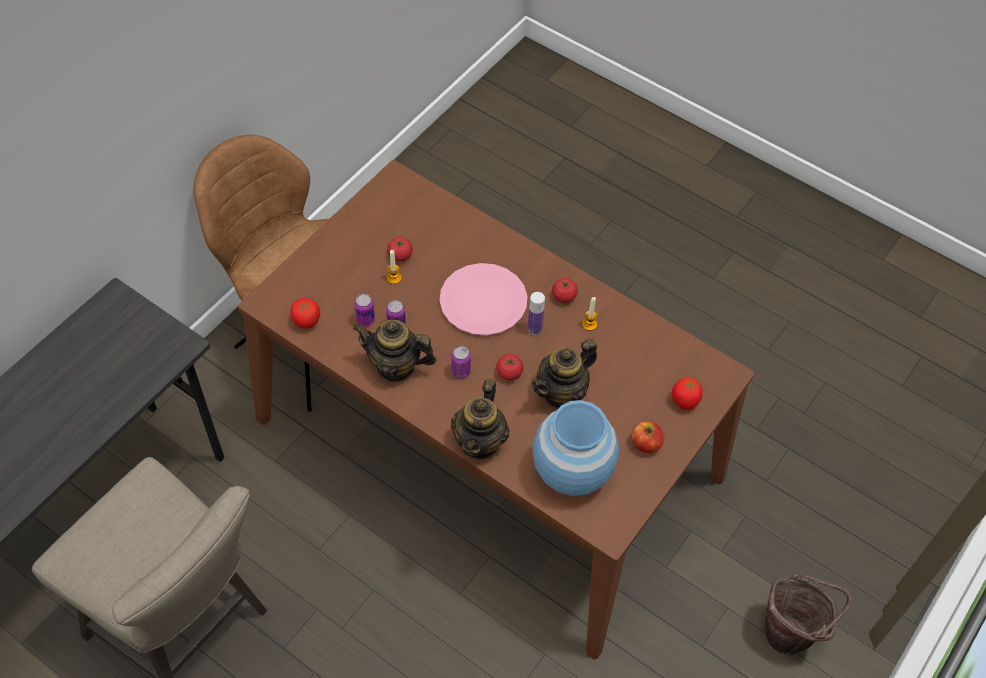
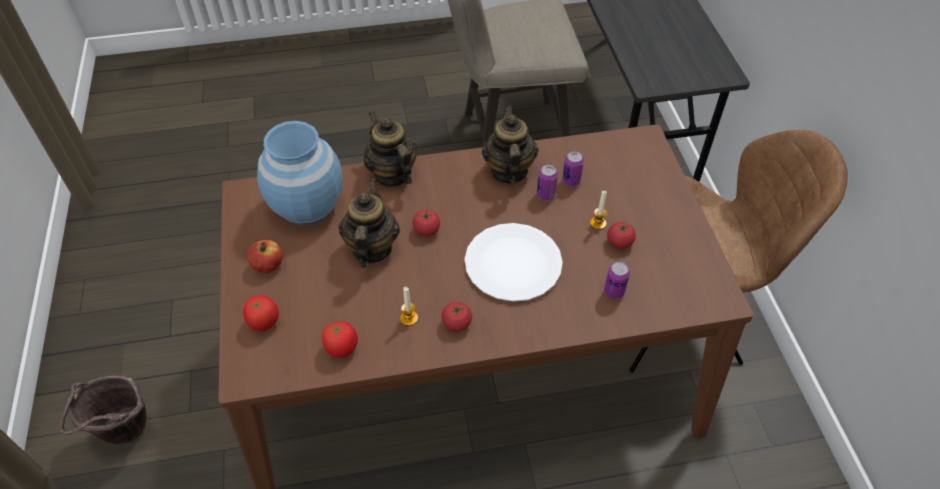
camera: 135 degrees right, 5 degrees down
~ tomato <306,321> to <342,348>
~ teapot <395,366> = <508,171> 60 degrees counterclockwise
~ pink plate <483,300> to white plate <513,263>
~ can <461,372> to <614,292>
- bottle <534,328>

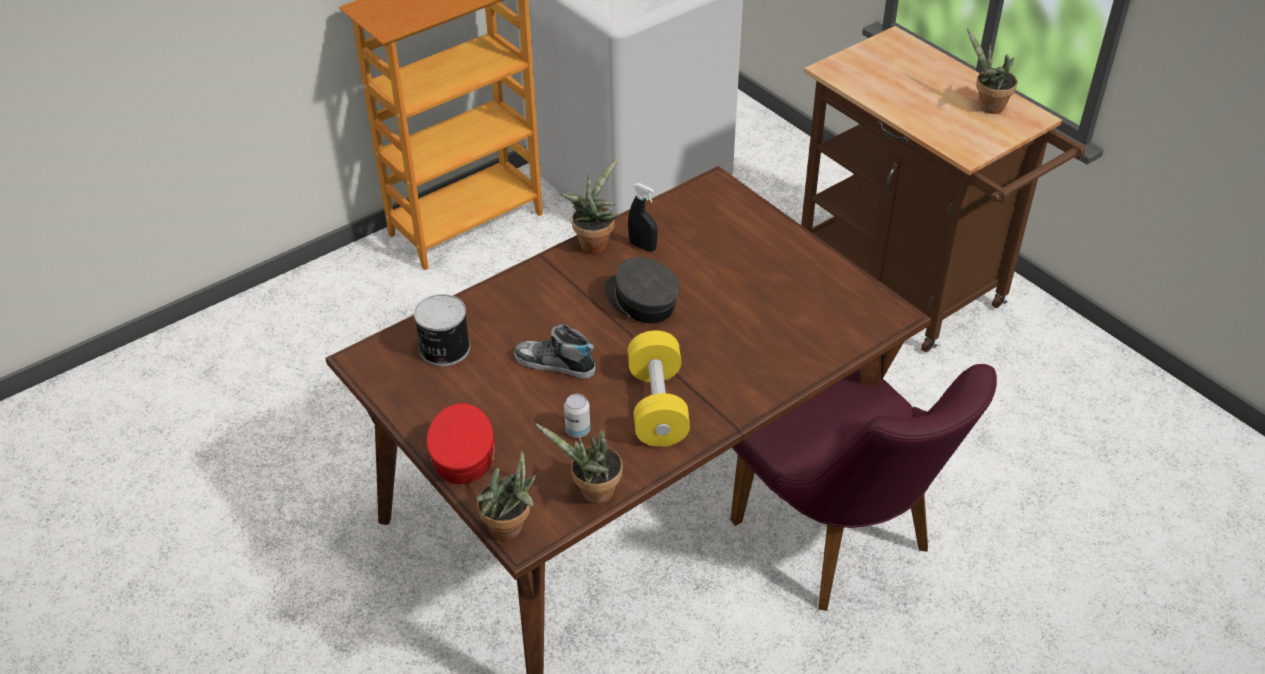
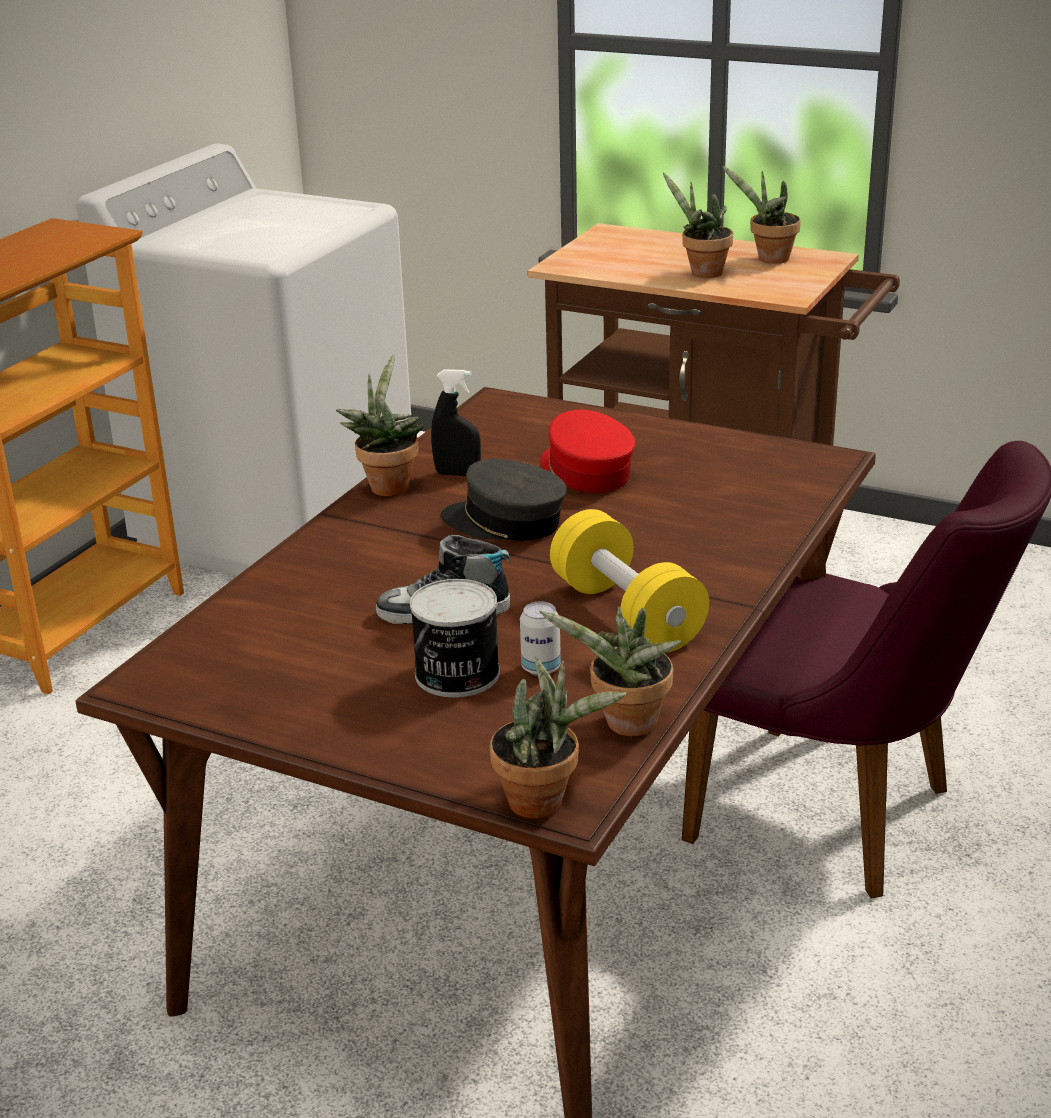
camera: 25 degrees left, 15 degrees down
~ can <443,349> to <456,675>
~ red cap <463,452> to <585,472>
+ potted plant <701,273>

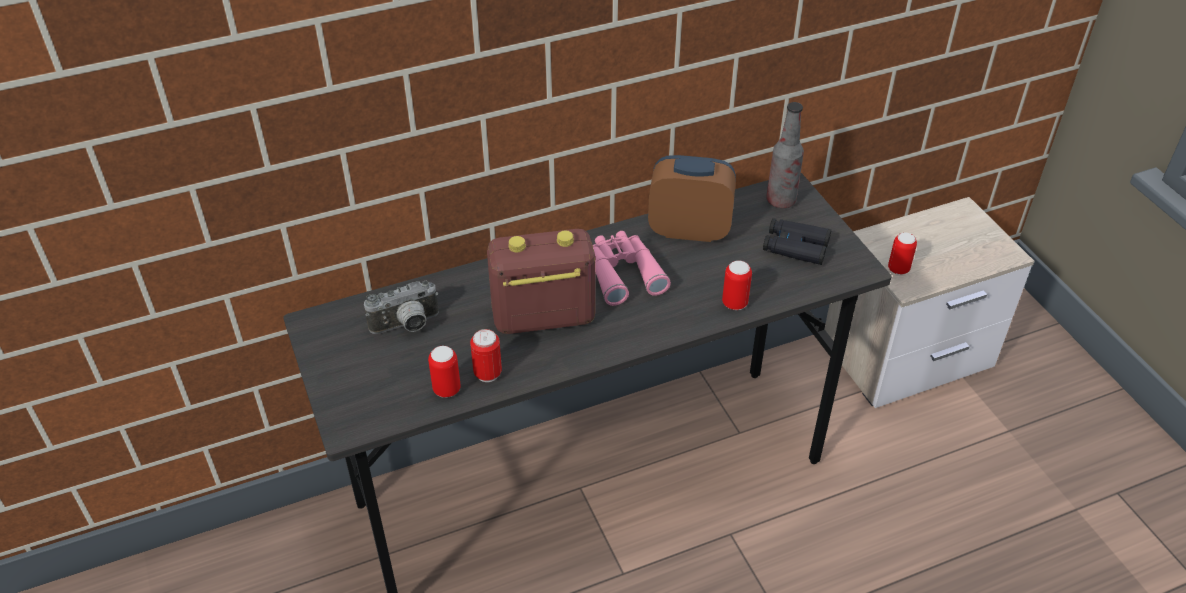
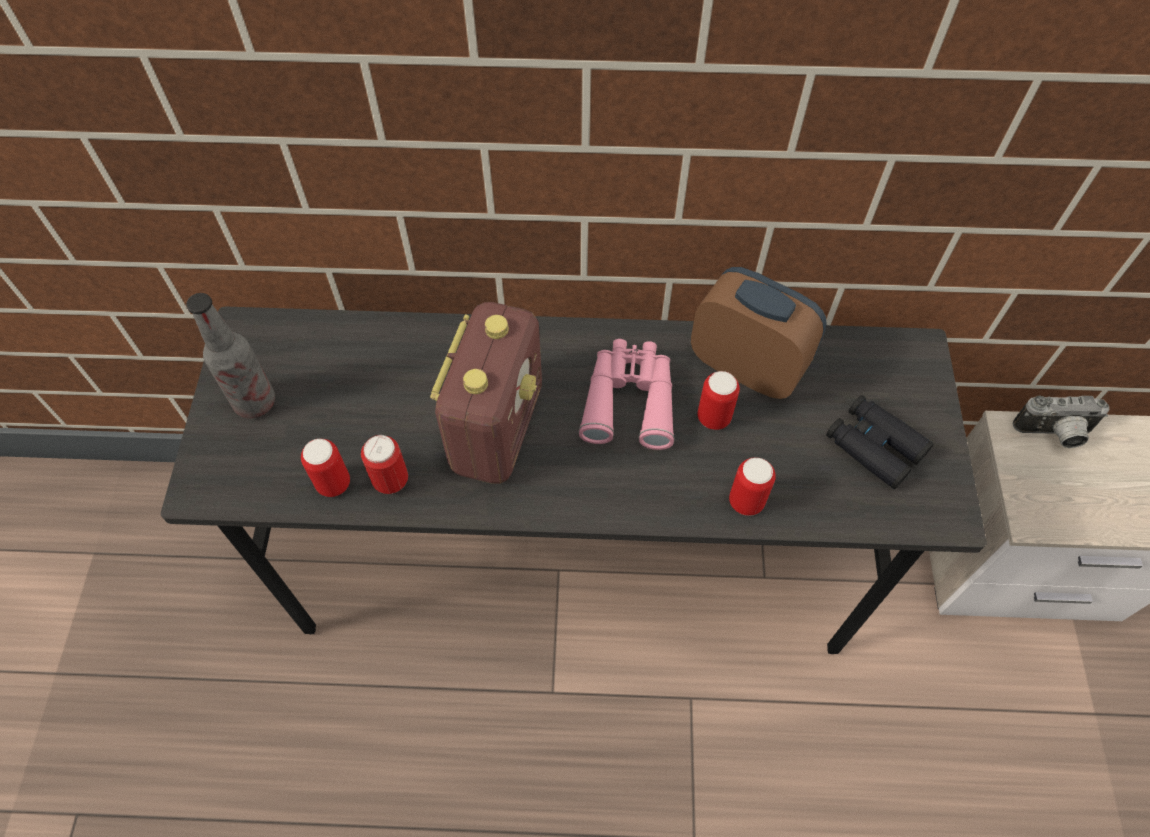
camera: 25 degrees right, 15 degrees up
~ photo camera <407,326> to <1054,434>
~ radio <542,318> = <497,427> 90 degrees clockwise
~ bottle <780,201> to <255,402>
~ can <898,269> to <713,417>

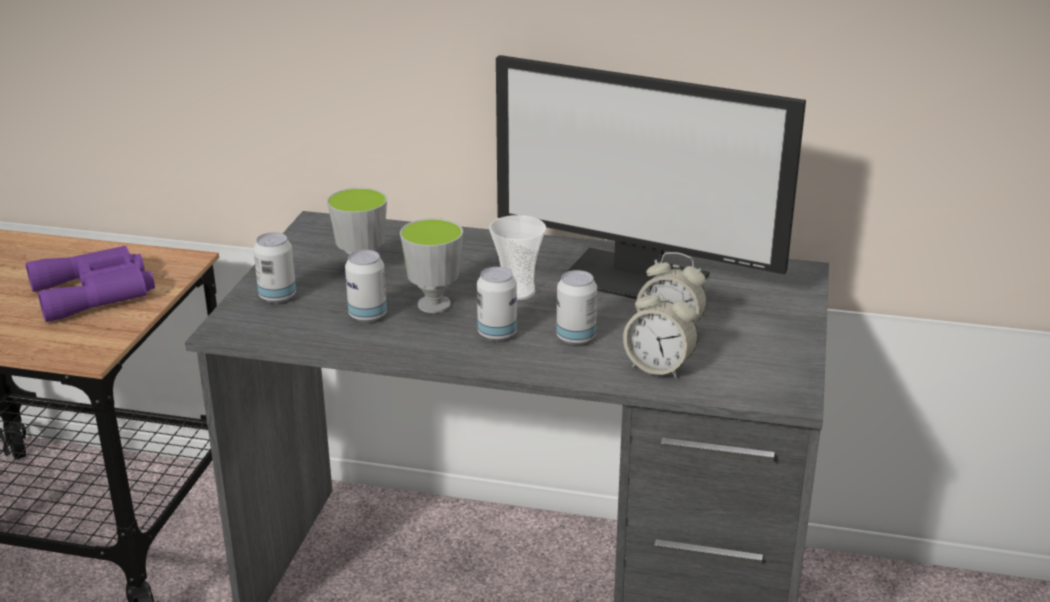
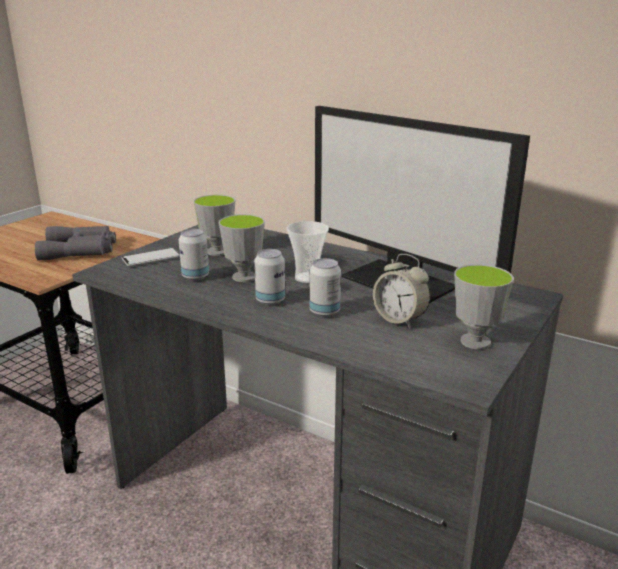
camera: 20 degrees right, 5 degrees down
~ purple binoculars <97,292> to grey binoculars <81,250>
~ can <277,296> to phone <151,258>
- alarm clock <659,367>
+ cup <475,342>

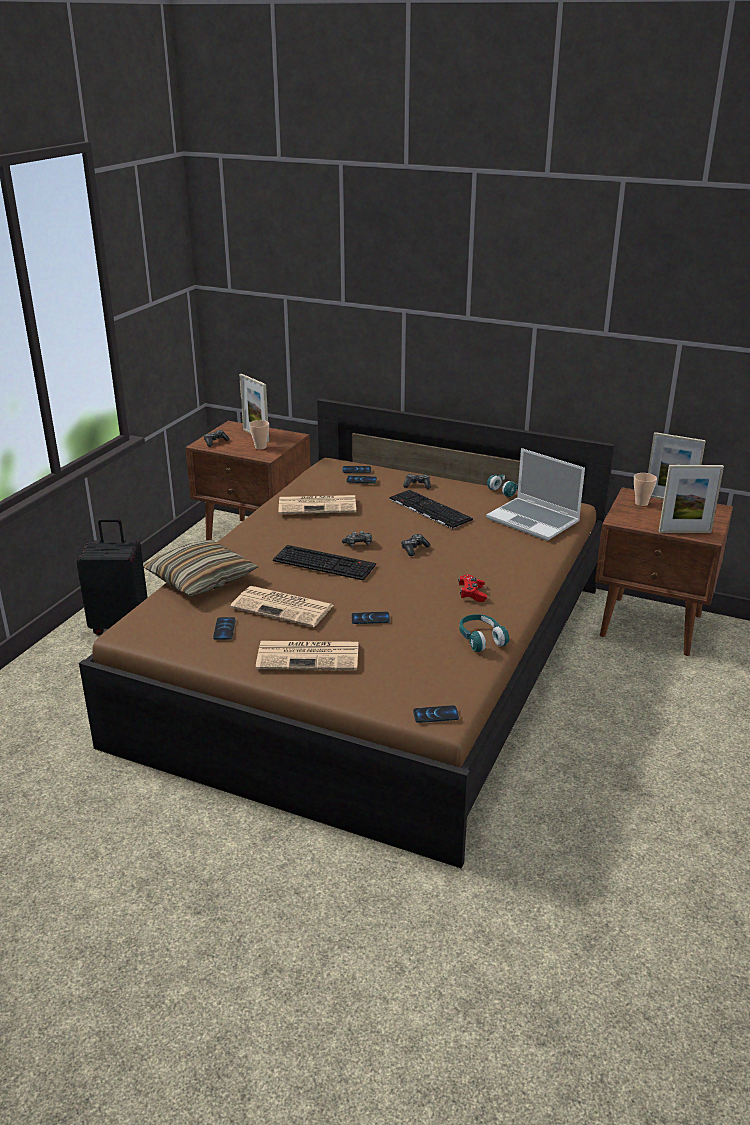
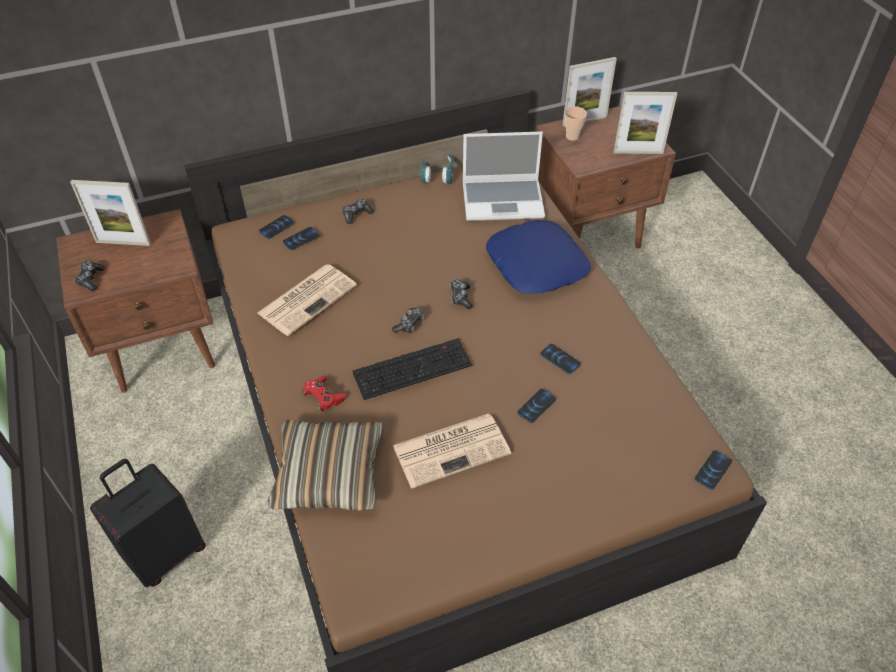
camera: 45 degrees left, 20 degrees up
~ phone <224,629> to <560,359>
- cup <260,447>
- newspaper <310,656>
- keyboard <428,509>
~ red game controller <472,594> to <323,398>
- turquoise headphones <481,639>
~ picture frame <685,532> = <638,152> 45 degrees clockwise
+ blue pillow <537,264>

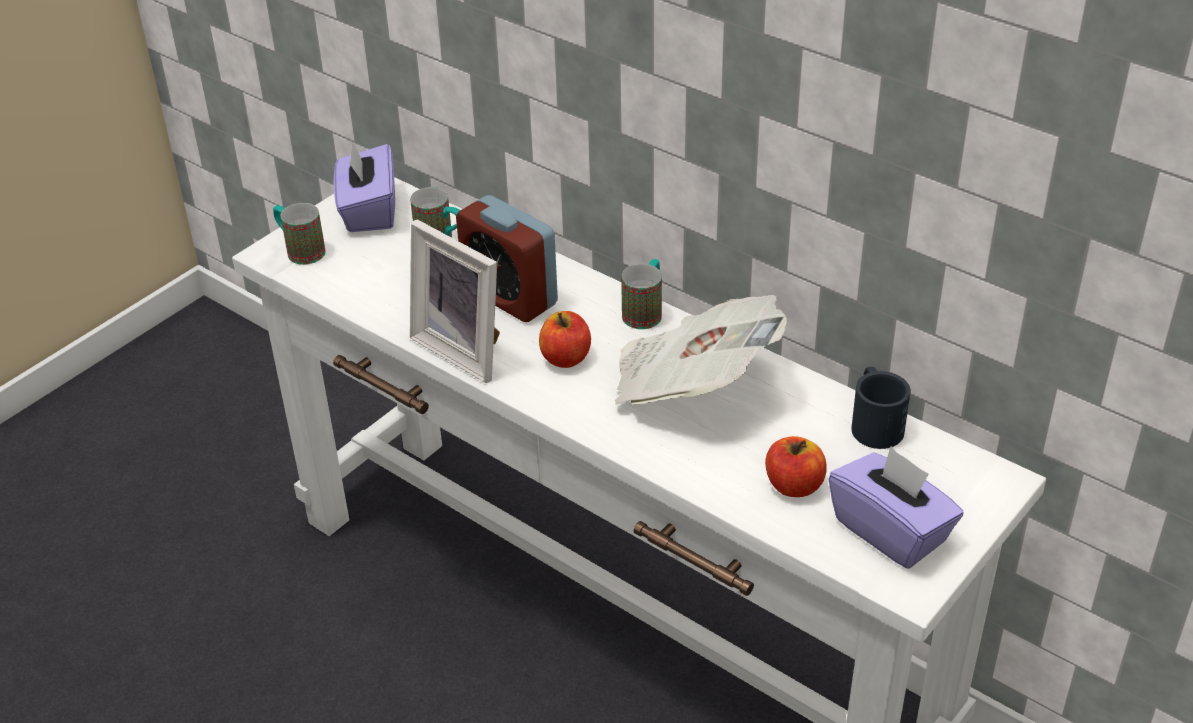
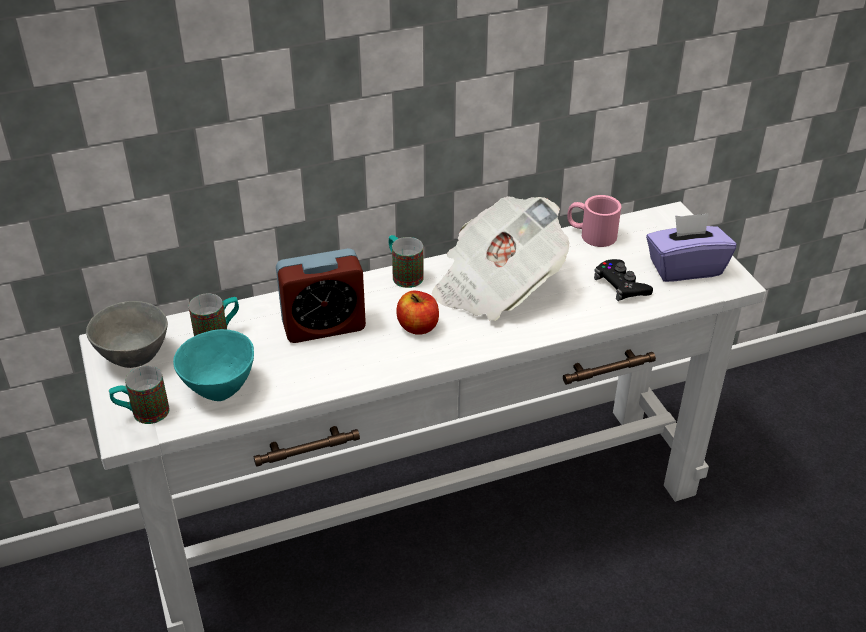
camera: 60 degrees left, 0 degrees up
~ purple tissue box <368,211> to grey bowl <135,358>
- picture frame <465,349>
~ apple <794,485> to black game controller <621,285>
~ black mug <874,422> to pink mug <591,234>
+ turquoise bowl <219,388>

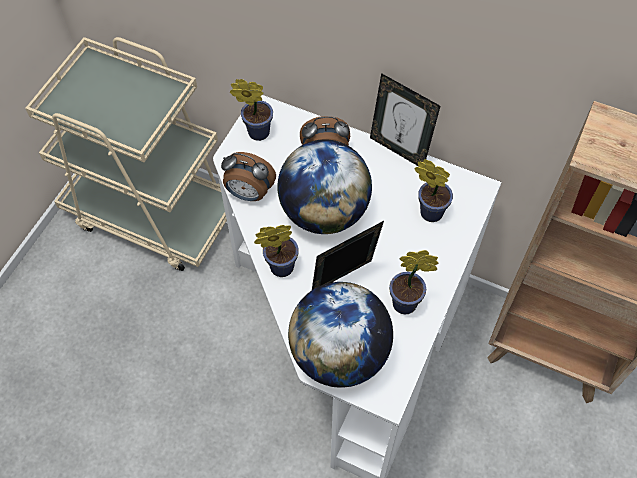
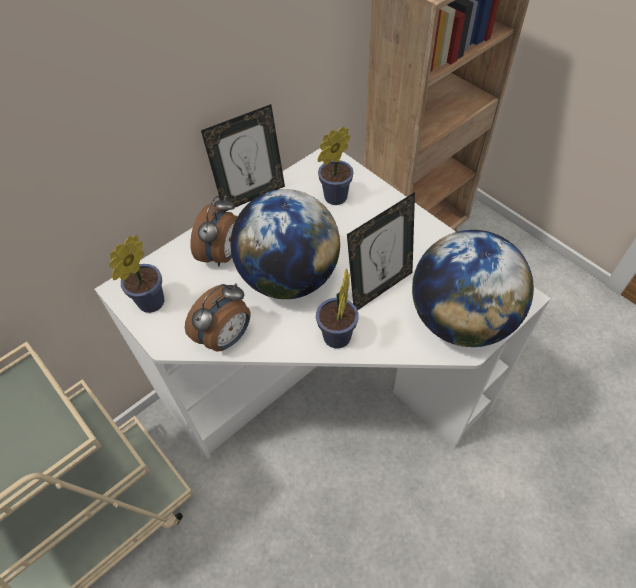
camera: 65 degrees left, 5 degrees down
~ picture frame <344,281> = <379,288> 120 degrees counterclockwise
- potted plant <408,304>

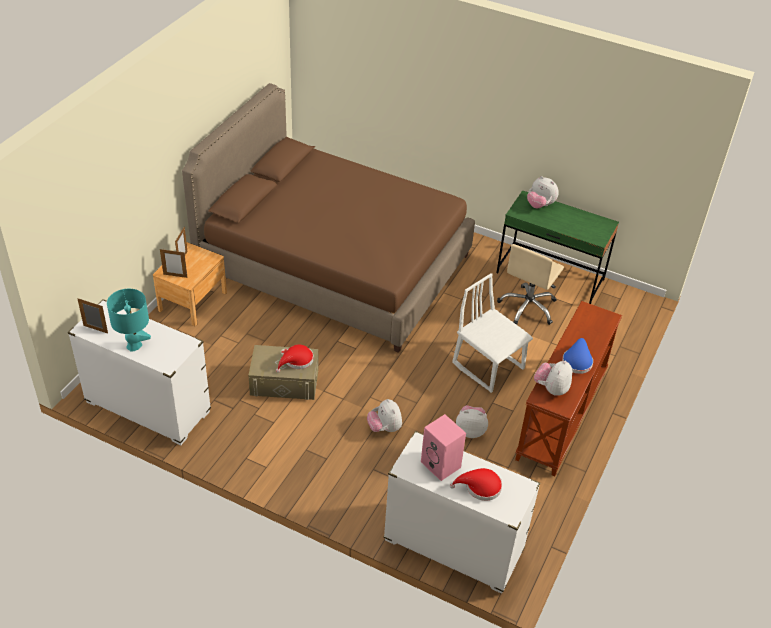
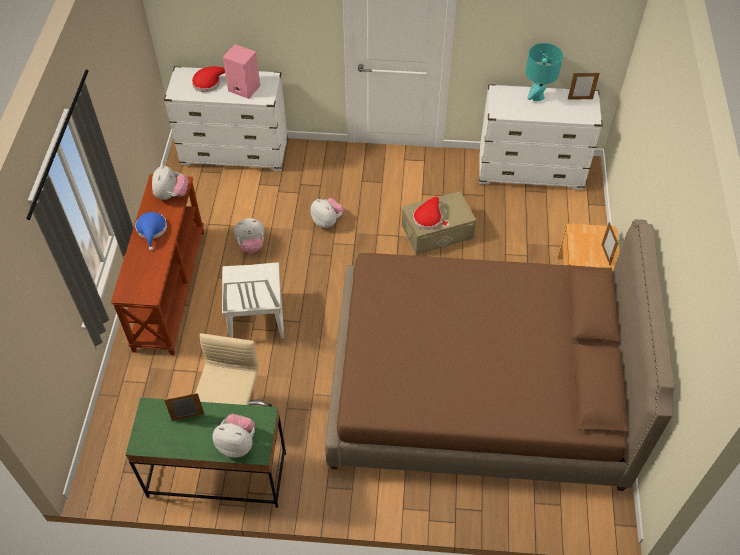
camera: 160 degrees right, 10 degrees up
~ picture frame <175,276> to <188,417>
~ white chair <488,366> = <255,317> 60 degrees clockwise

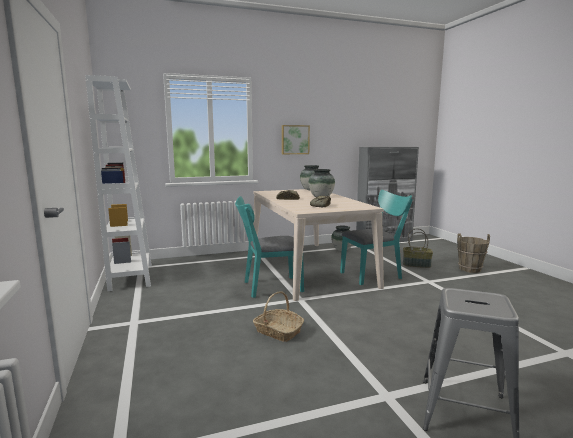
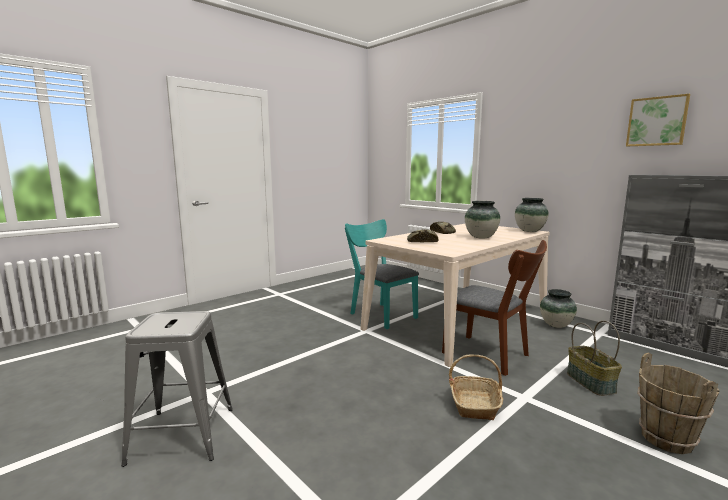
camera: 65 degrees right, 0 degrees up
- white bookcase <131,277>
~ basket <278,331> to <475,404>
~ picture <295,139> to <657,121>
~ turquoise chair <374,274> to brown chair <491,356>

